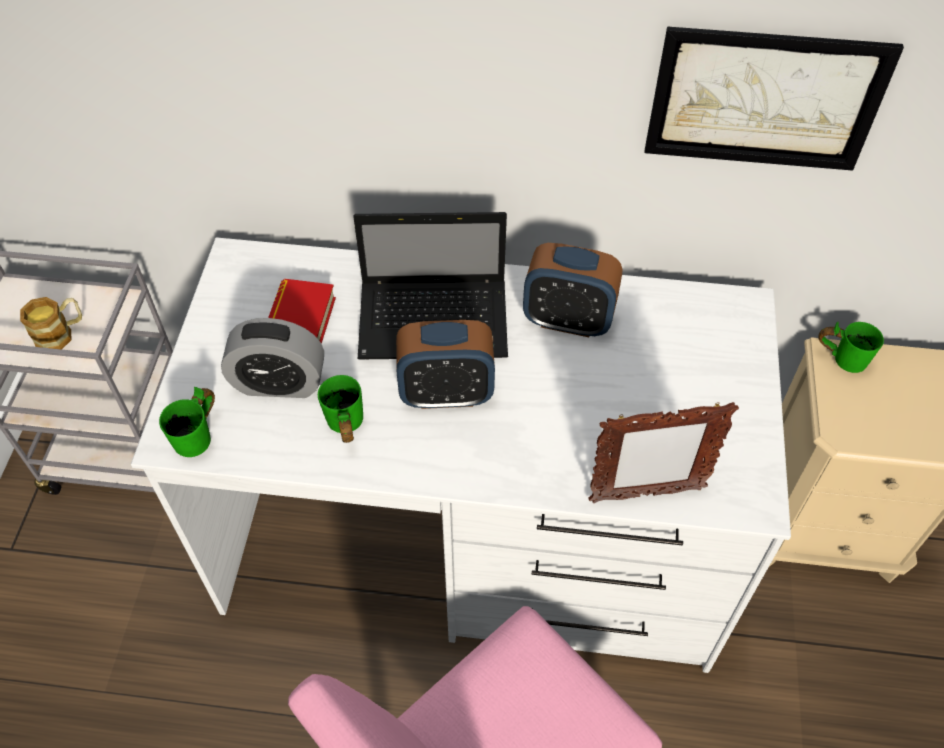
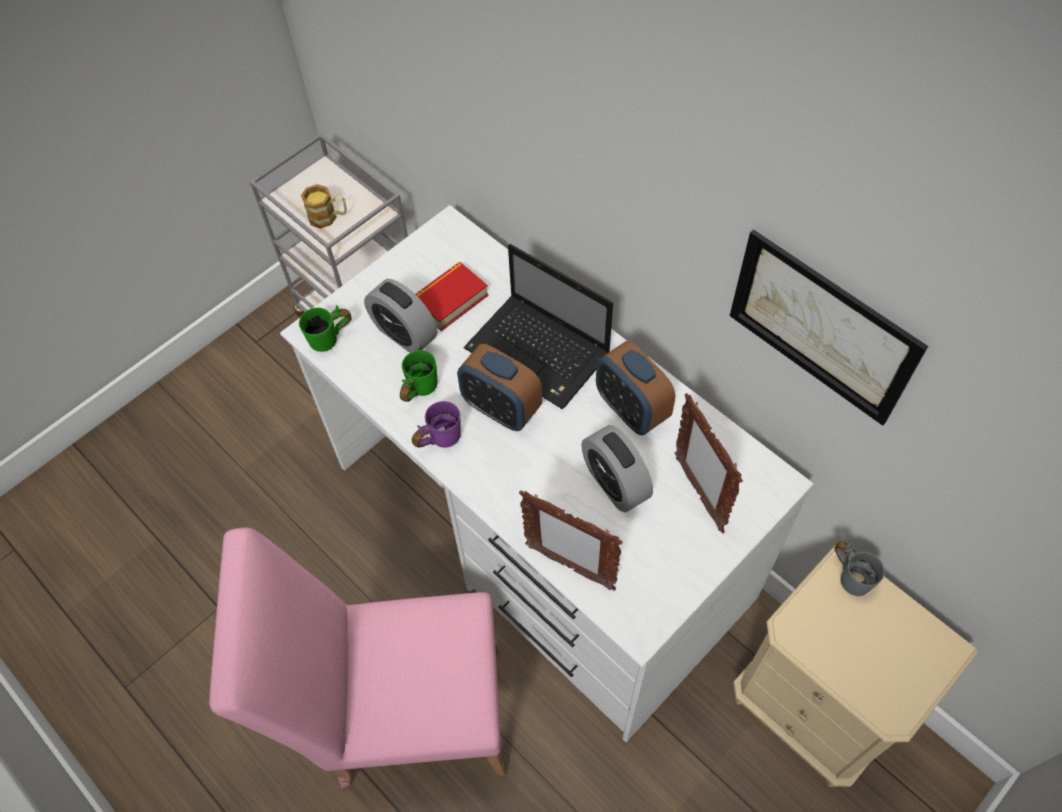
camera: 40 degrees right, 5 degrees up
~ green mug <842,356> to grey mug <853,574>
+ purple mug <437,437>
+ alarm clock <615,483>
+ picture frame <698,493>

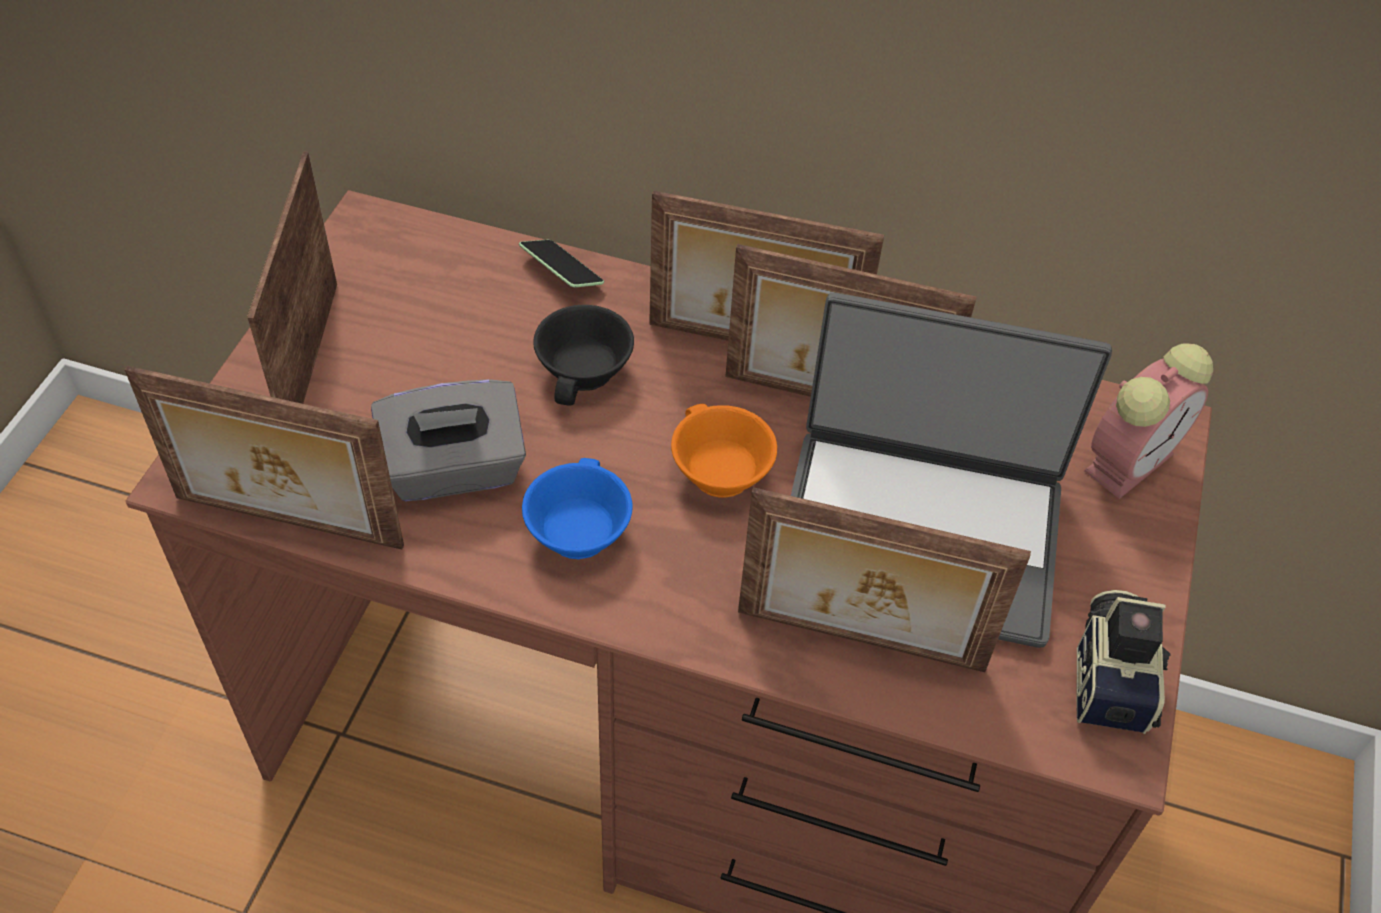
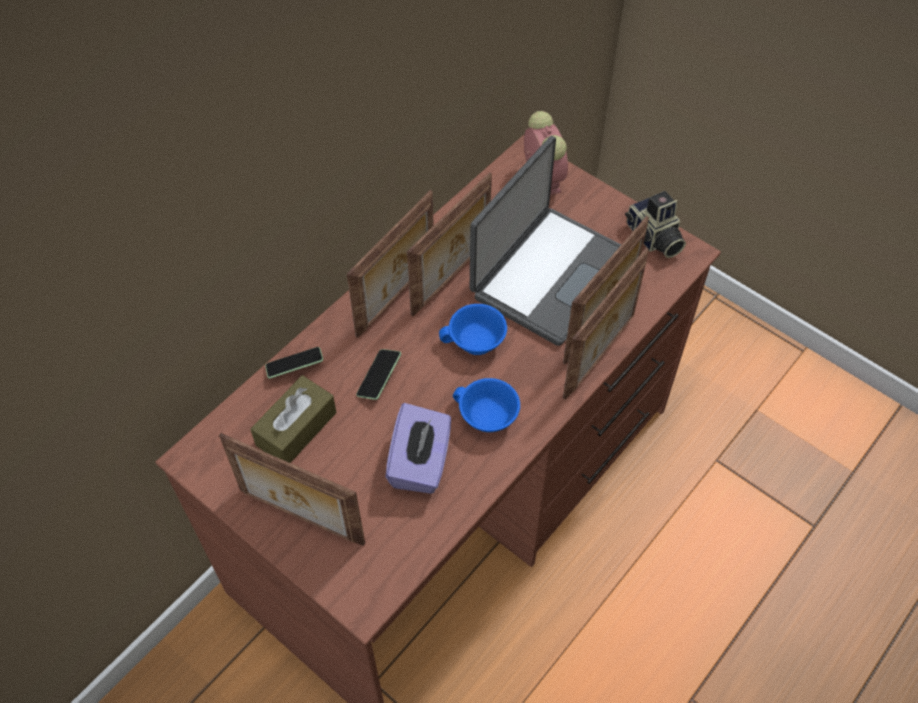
camera: 65 degrees left, 5 degrees up
~ picture frame <287,525> to <601,355>
~ grey tissue box <454,470> to purple tissue box <420,463>
~ black cup <587,373> to phone <379,378>
~ orange cup <716,472> to blue cup <475,343>
~ photo camera <1112,678> = <653,238> 150 degrees counterclockwise
+ brown tissue box <296,429>

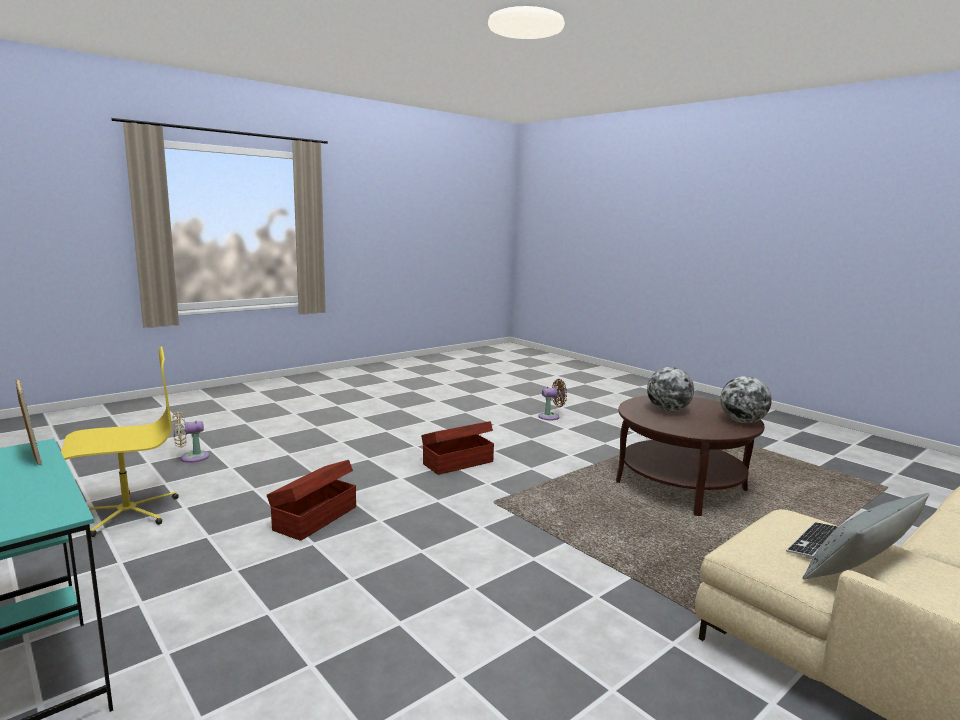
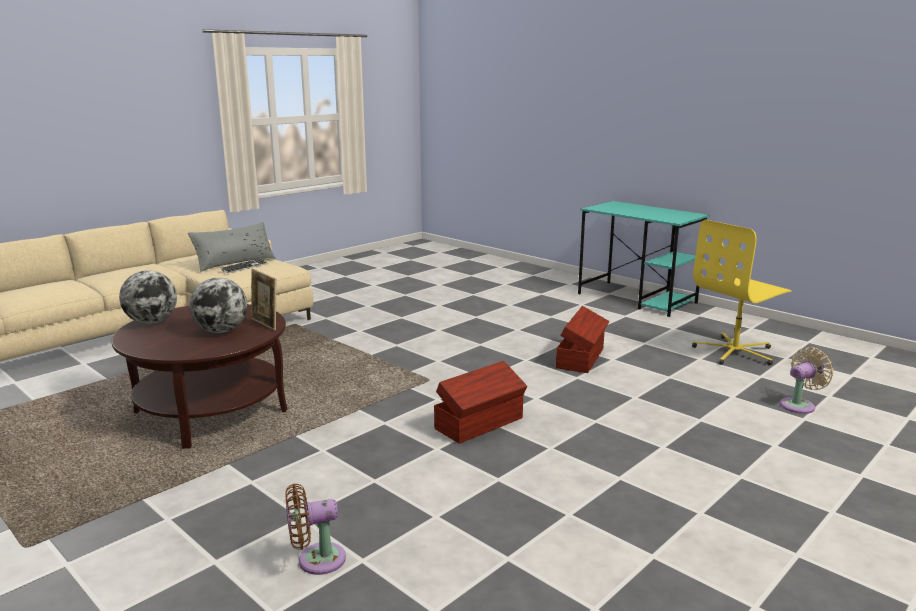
camera: 175 degrees right, 5 degrees up
~ picture frame <33,455> to <265,324>

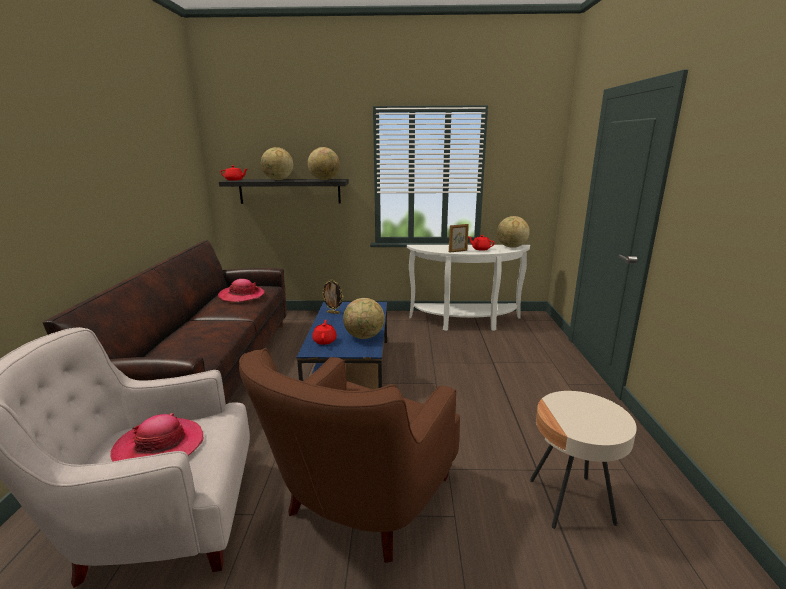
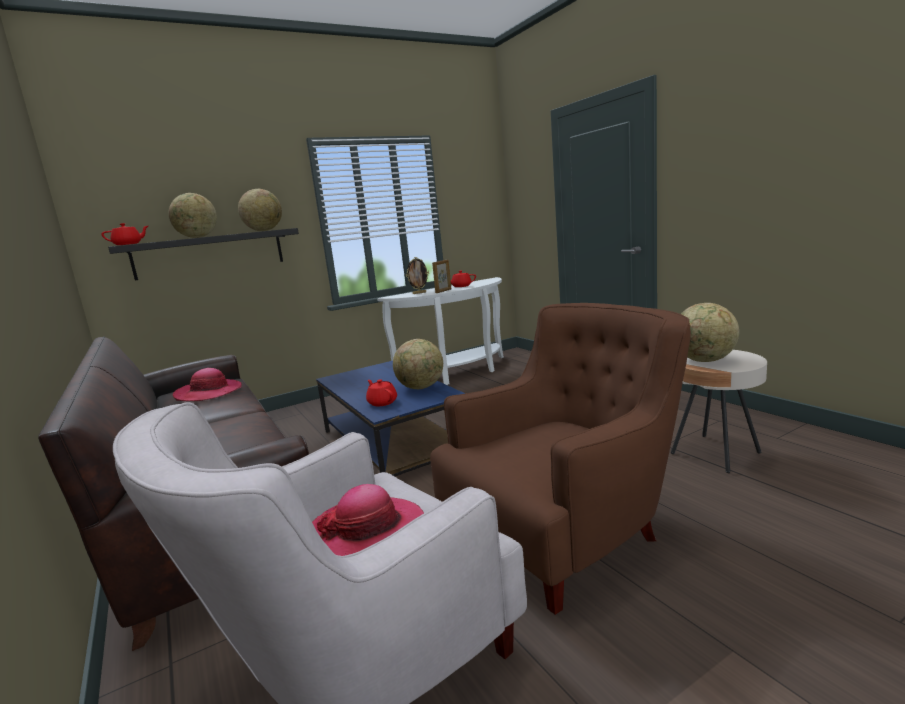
camera: 30 degrees left, 5 degrees down
~ brown armchair <361,502> = <565,530> 120 degrees counterclockwise
~ picture frame <333,313> to <419,293>
~ globe <511,247> to <704,361>

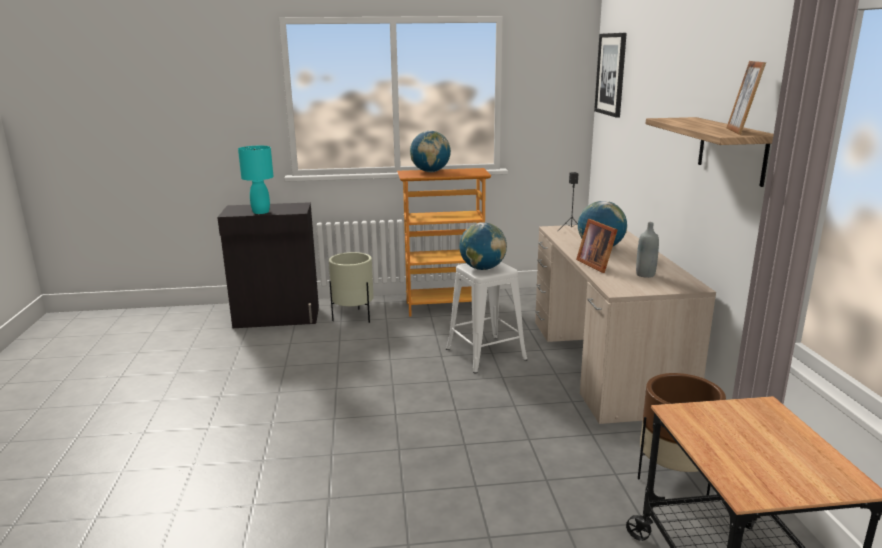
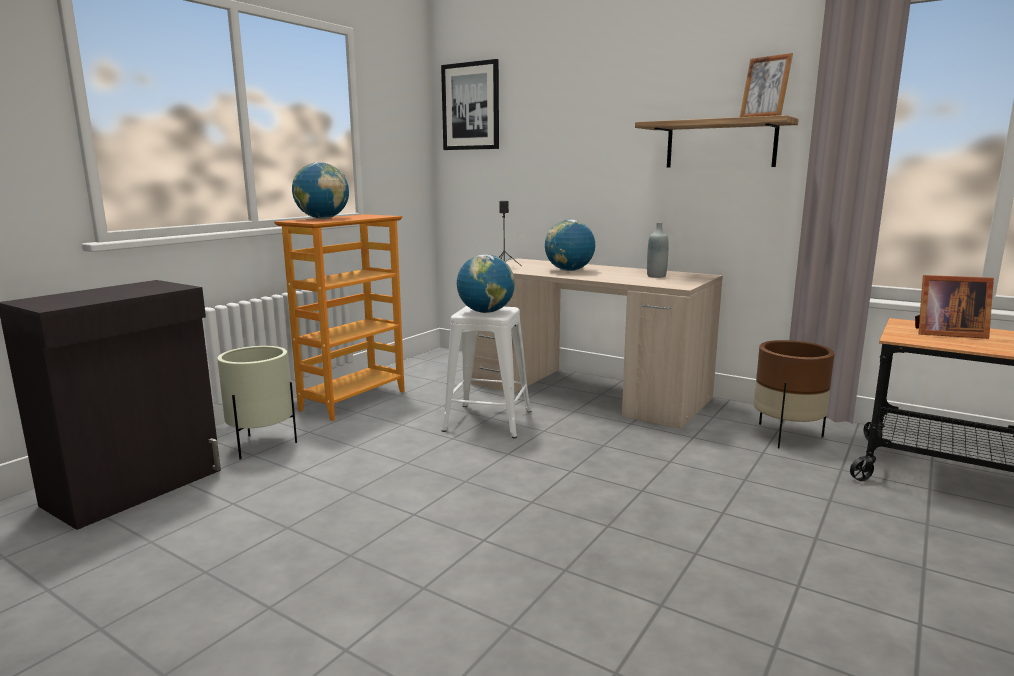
camera: 50 degrees left, 5 degrees down
- turquoise table lamp <260,212>
~ picture frame <596,264> to <945,333>

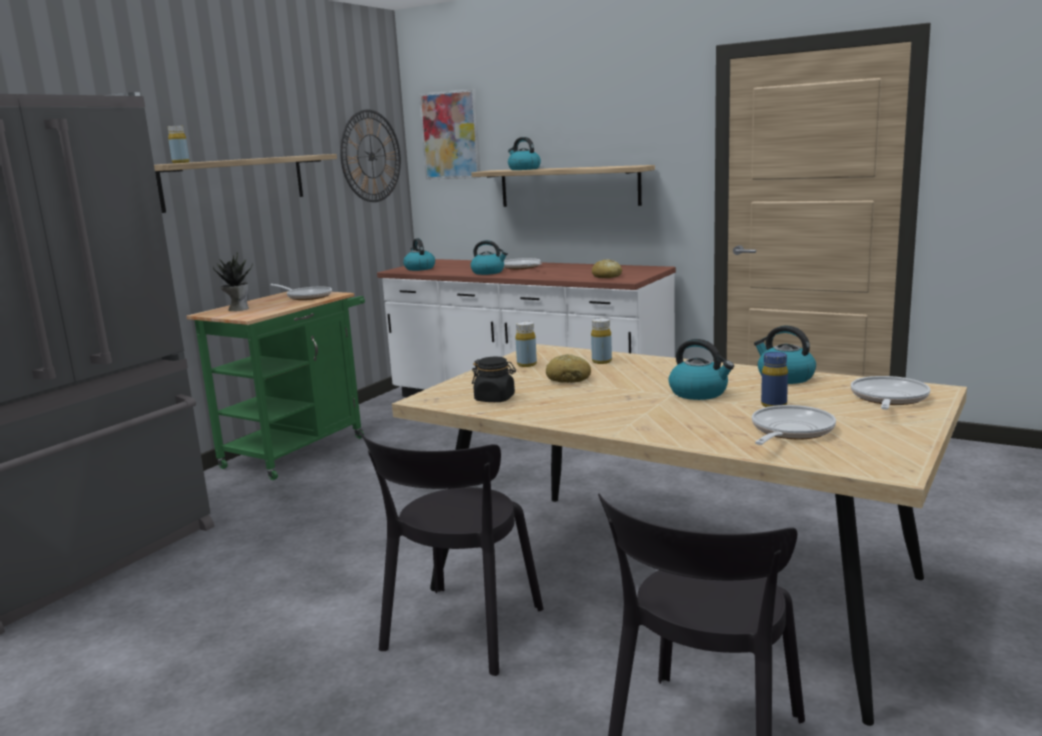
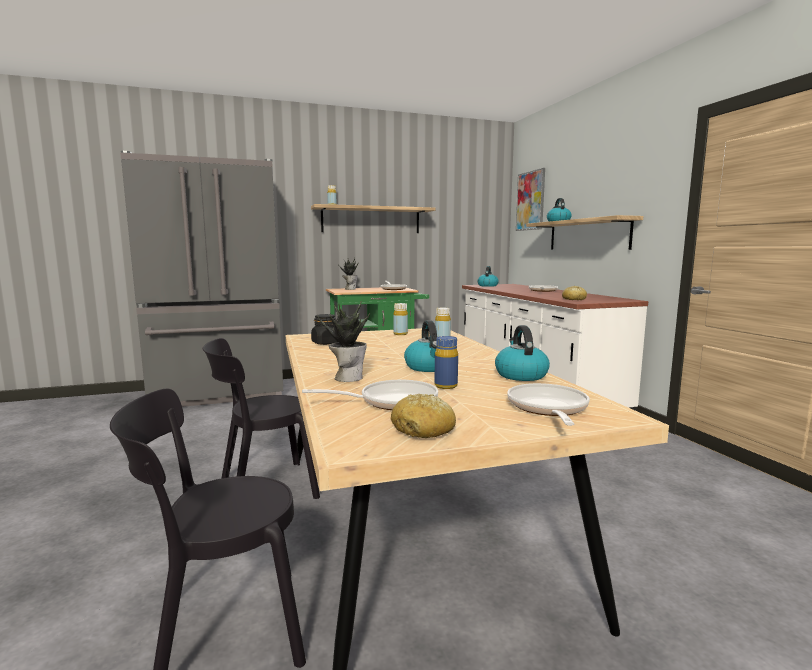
camera: 40 degrees right, 5 degrees down
- wall clock <371,156>
- kettle <488,272>
~ bread <569,379> to <423,429>
~ frying pan <888,399> = <547,409> 60 degrees counterclockwise
+ potted plant <348,377>

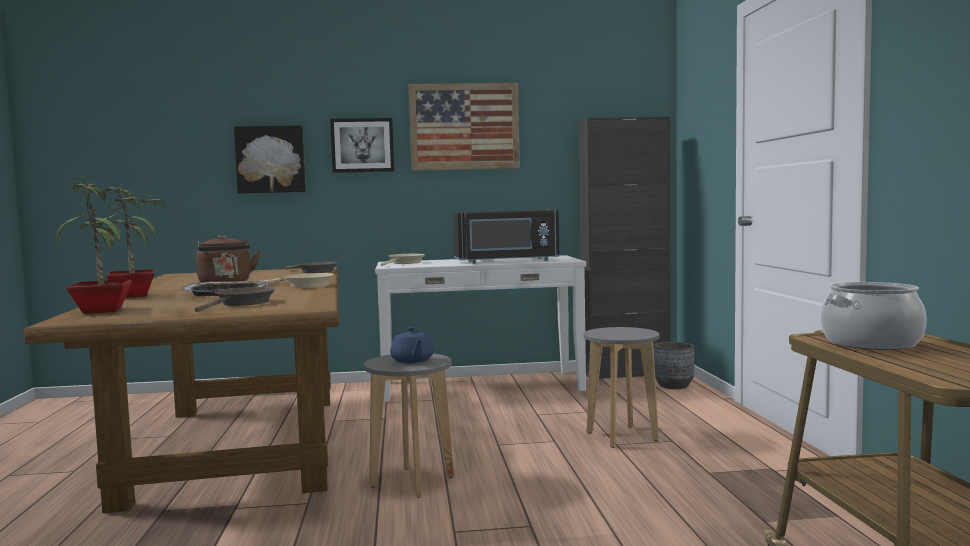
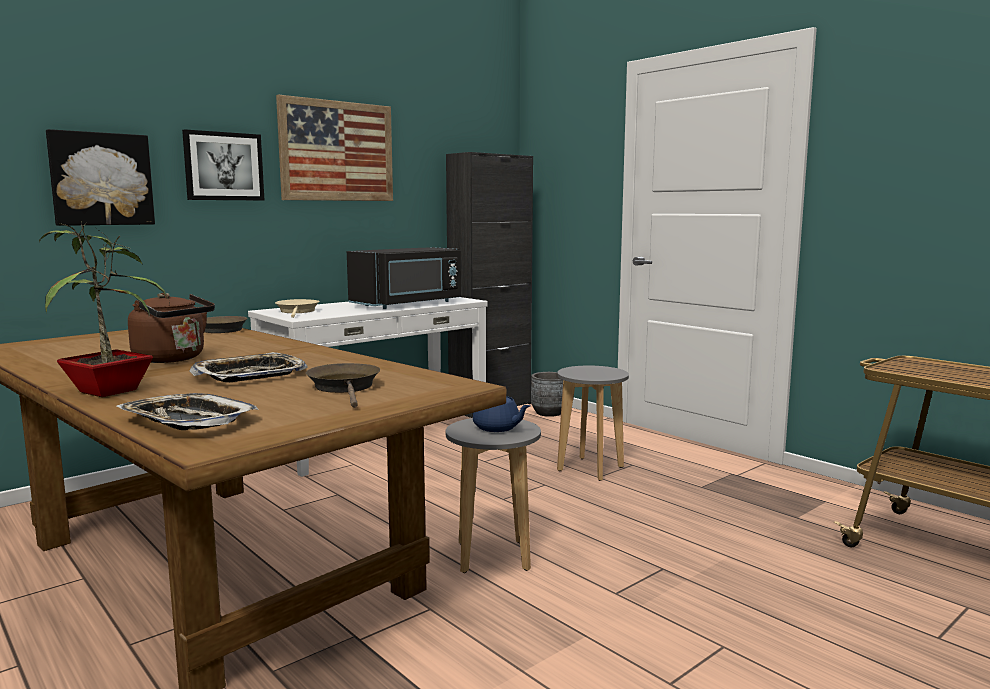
camera: 35 degrees left, 5 degrees up
~ potted plant <105,310> to tray <187,421>
- beige frying pan <304,286>
- cooking pot <871,343>

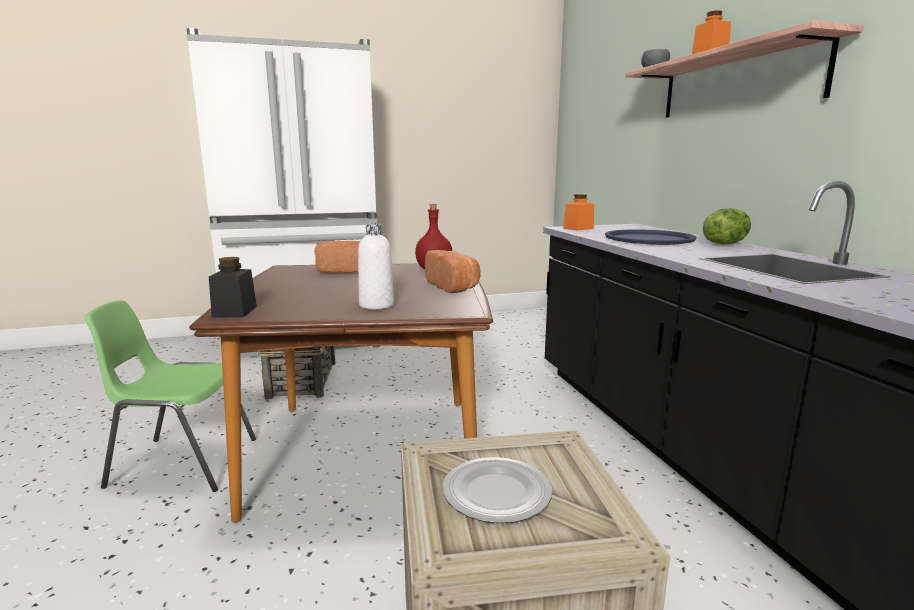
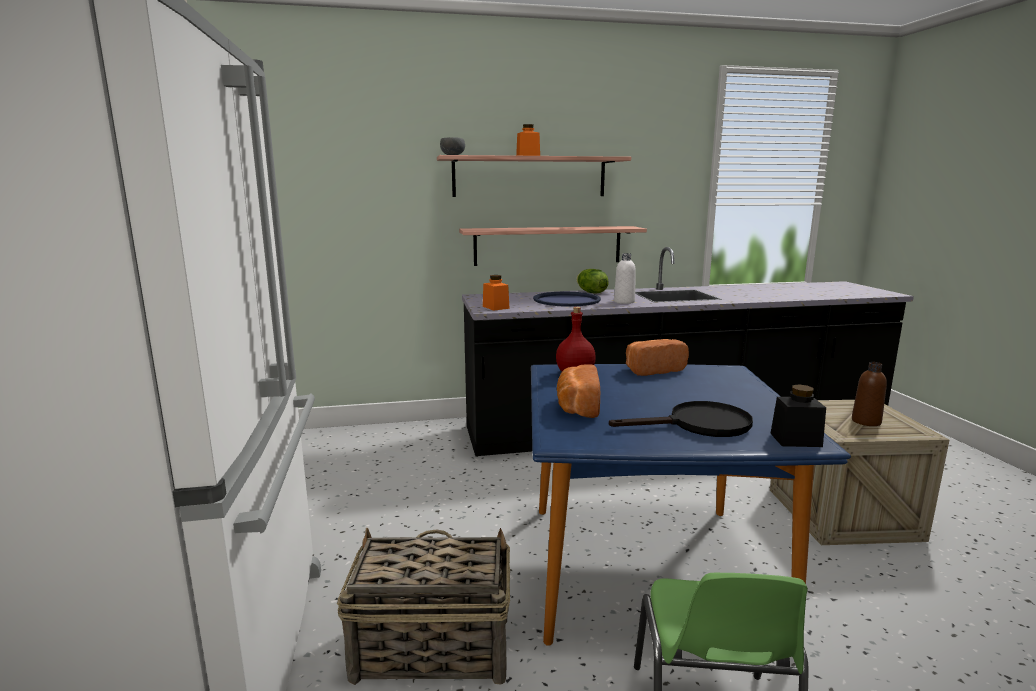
camera: 85 degrees left, 0 degrees up
~ brown dining table <367,453> to blue dining table <649,569>
~ white bottle <376,305> to <624,302>
~ plate <495,493> to brown bottle <866,421>
+ shelf <548,245>
+ black frying pan <699,425>

